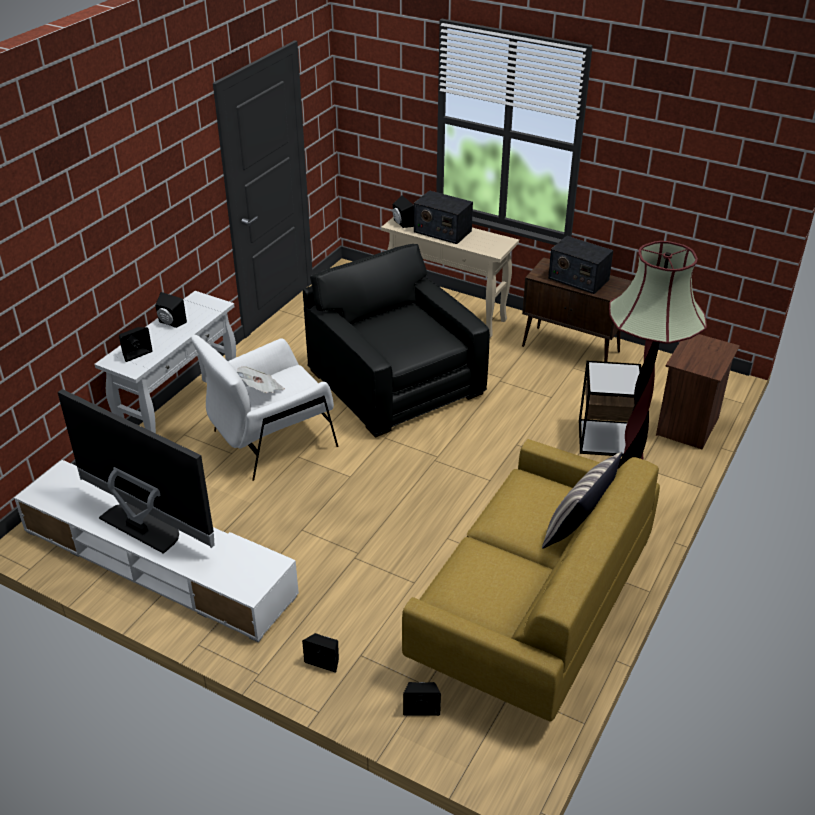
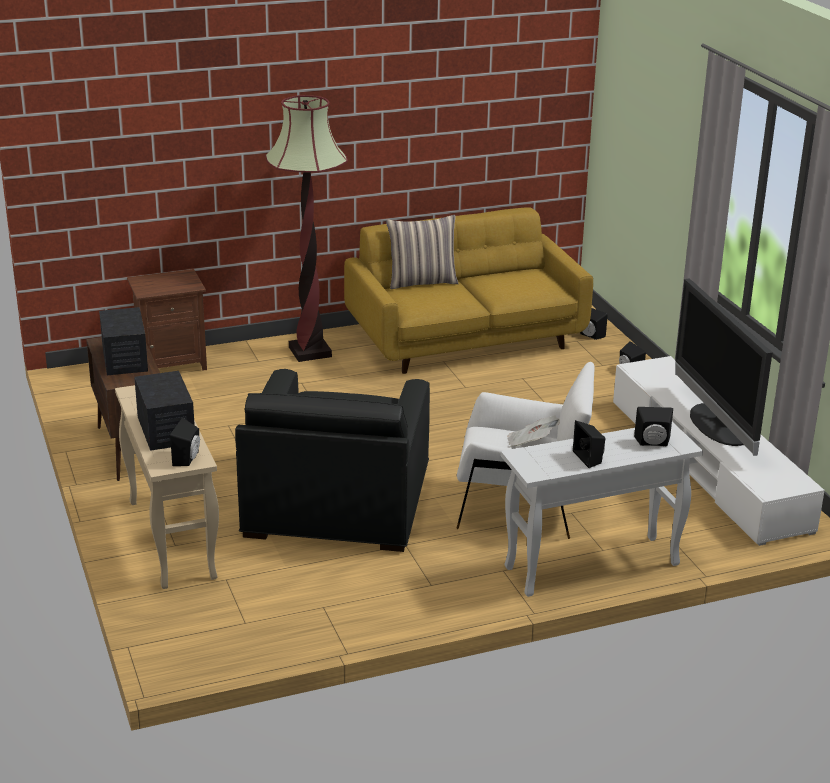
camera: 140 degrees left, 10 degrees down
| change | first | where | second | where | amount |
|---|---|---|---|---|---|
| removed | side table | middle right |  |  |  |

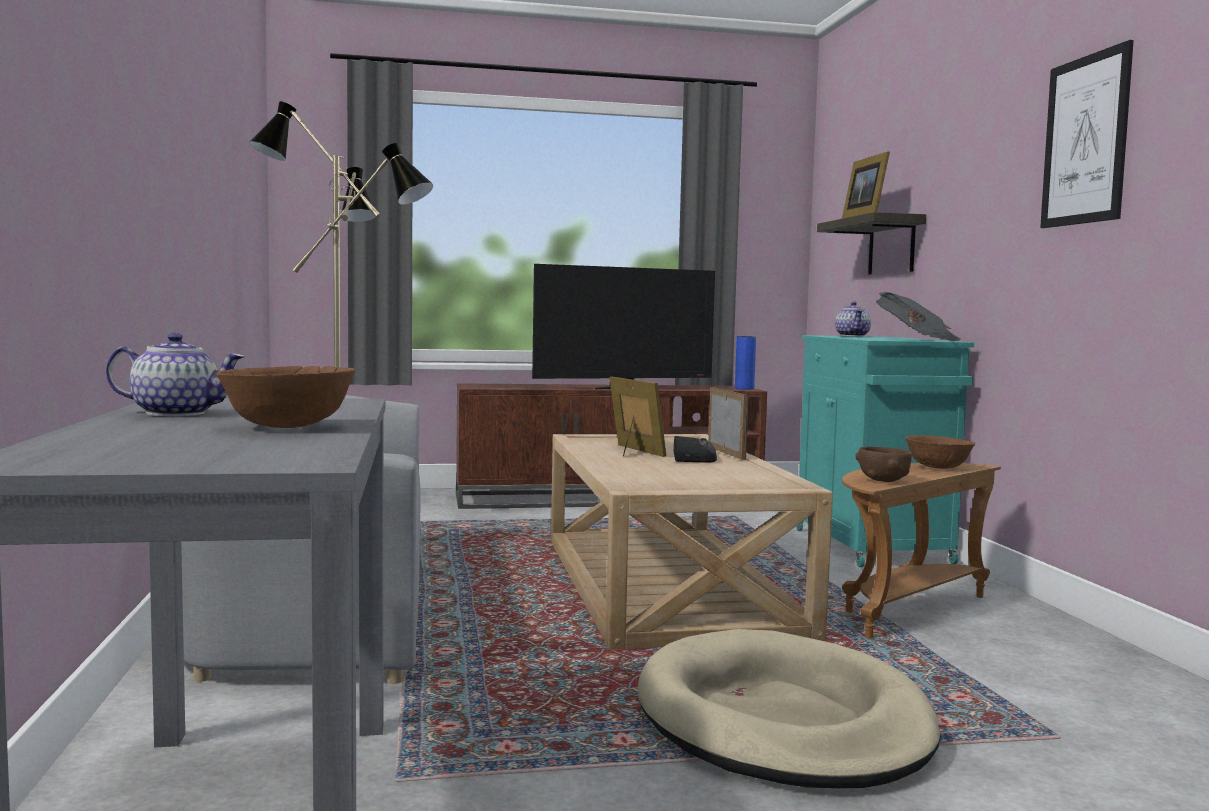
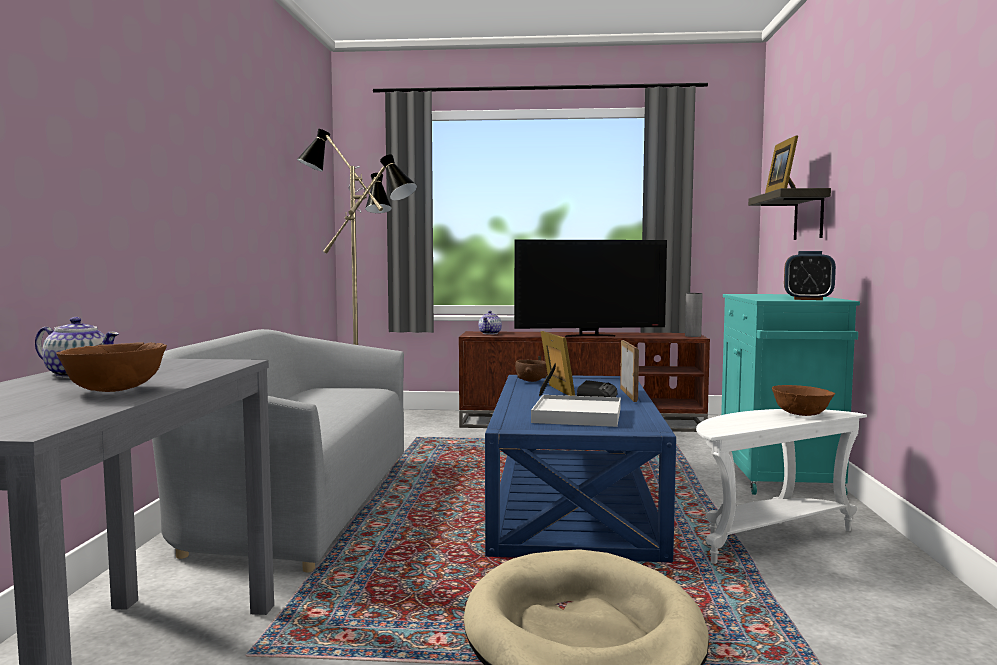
camera: 15 degrees right, 0 degrees up
| change | first | where | second | where | amount |
|---|---|---|---|---|---|
| moved | teapot (2nd from left) | middle right |  | centre |  |
| recoloured | coffee table (beige) | bottom centre | coffee table (blue) | bottom centre |  |
| moved | bowl (brown) (2nd from left) | middle right |  | centre |  |
| added |  |  | tray (white) | centre |  |
| recoloured | vase (blue) | centre | vase (grey) | middle right |  |
| recoloured | side table (brown) | bottom right | side table (white) | bottom right |  |
| replaced | newspaper | middle right | alarm clock | middle right |  |
| removed | picture | top right |  |  |  |

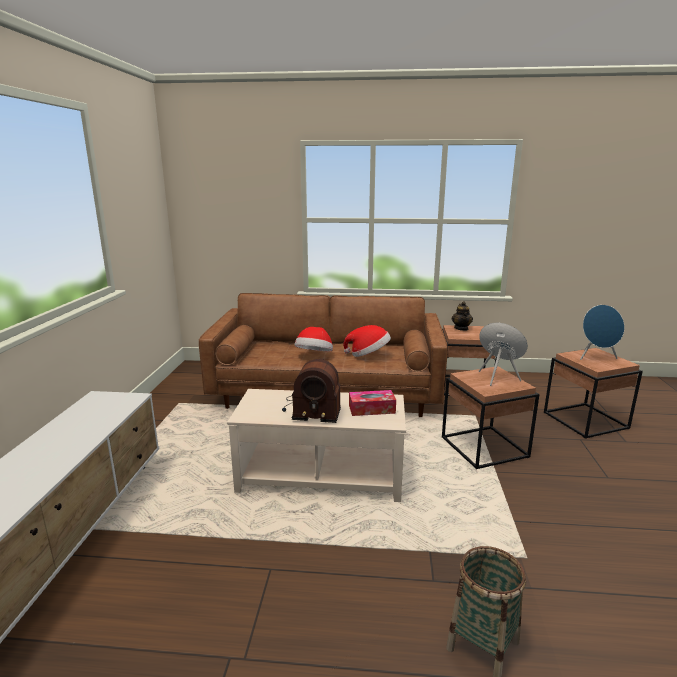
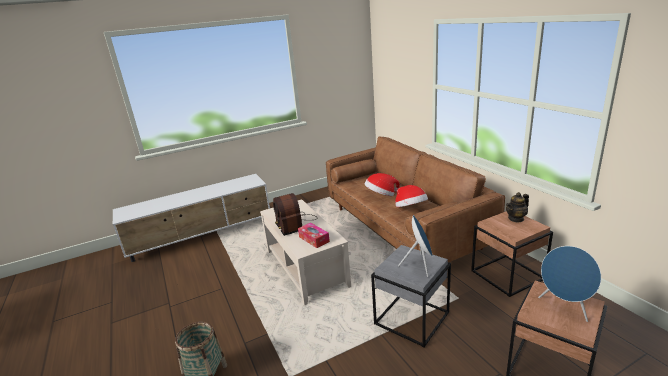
camera: 60 degrees right, 5 degrees up
| change | first | where | second | where | amount |
|---|---|---|---|---|---|
| recoloured | side table (brown) (2nd from left) | middle right | side table (grey) | bottom centre |  |

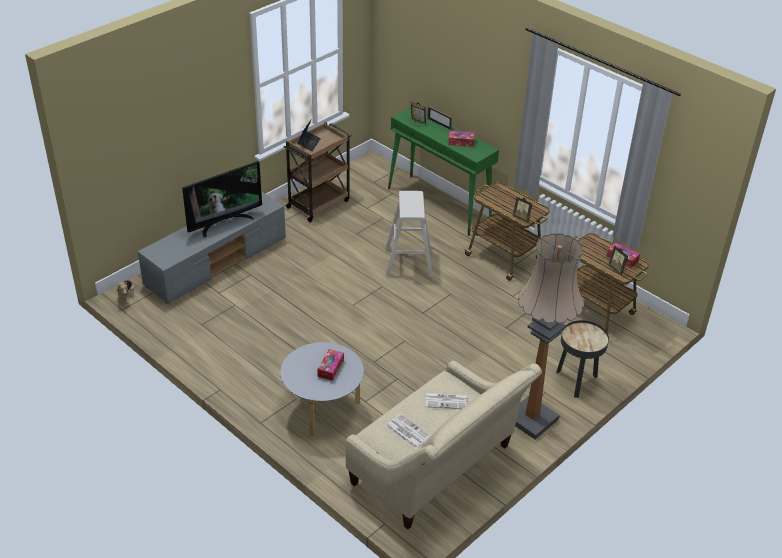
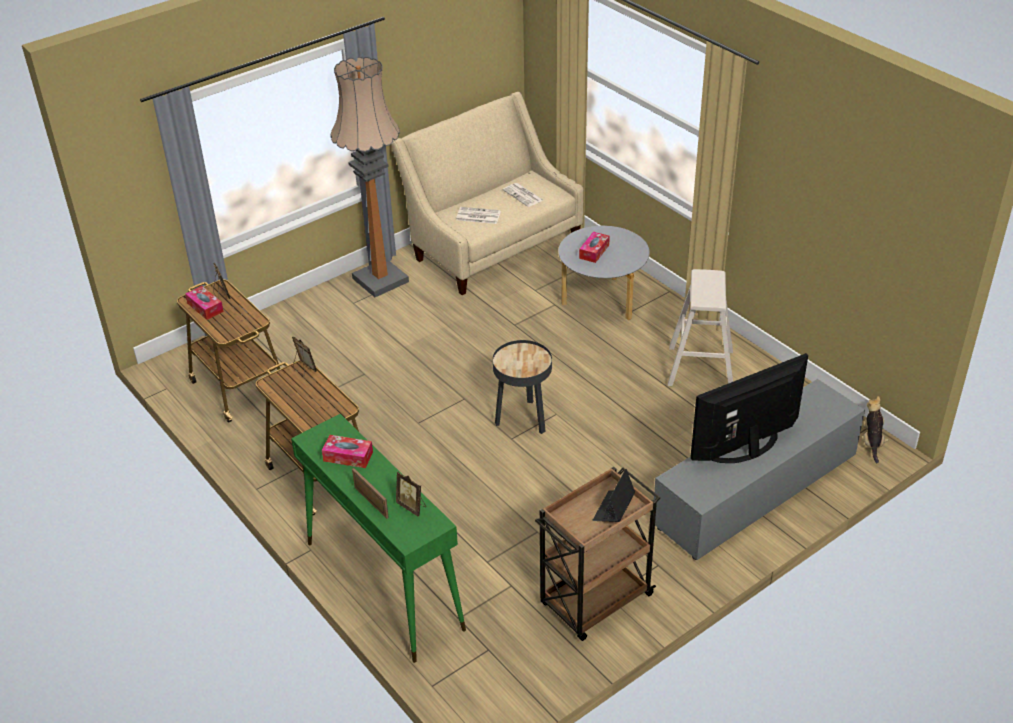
camera: 170 degrees left, 0 degrees up
| change | first | where | second | where | amount |
|---|---|---|---|---|---|
| moved | side table (black) | middle right |  | centre |  |
| moved | stool (beige) | centre |  | middle right |  |

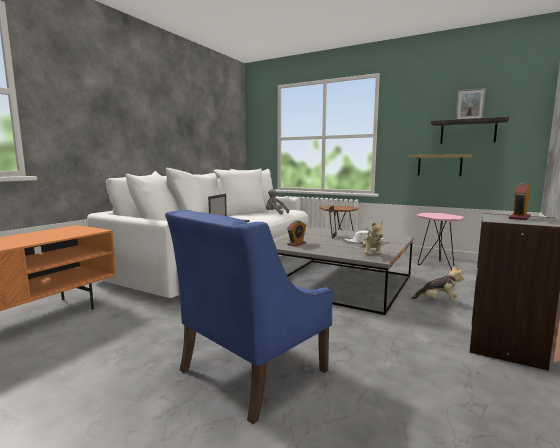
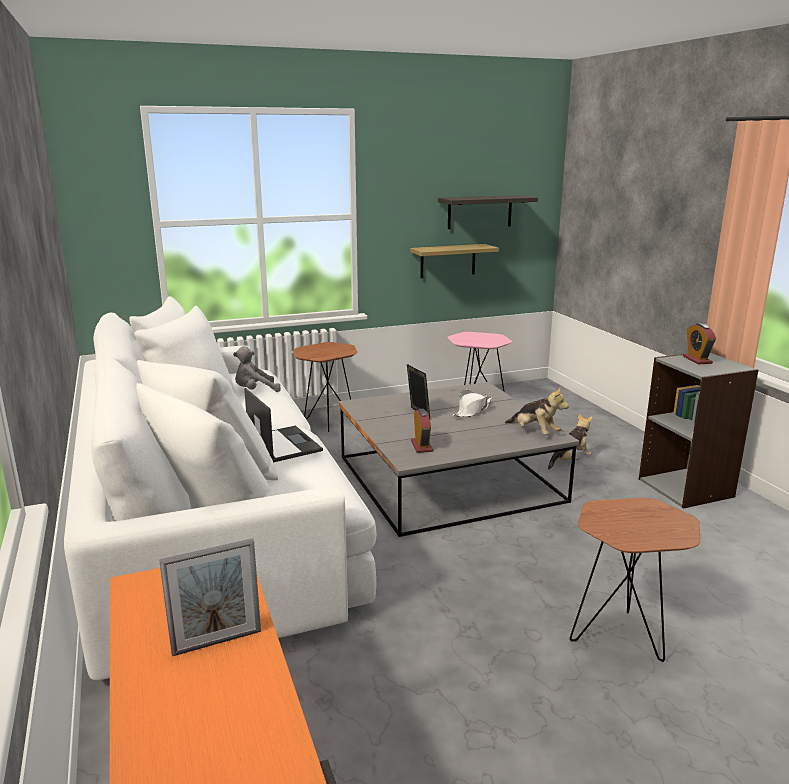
camera: 50 degrees left, 10 degrees up
| change | first | where | second | where | amount |
|---|---|---|---|---|---|
| moved | picture frame (2nd from left in the first image) | top right | picture frame (1st from left) | bottom left |  |
| replaced | armchair (blue) | bottom centre | side table (brown) (2nd from left) | bottom right |  |

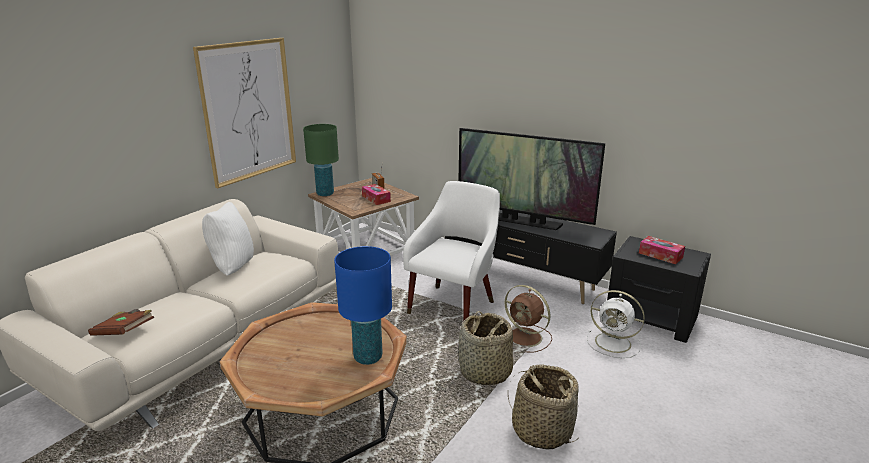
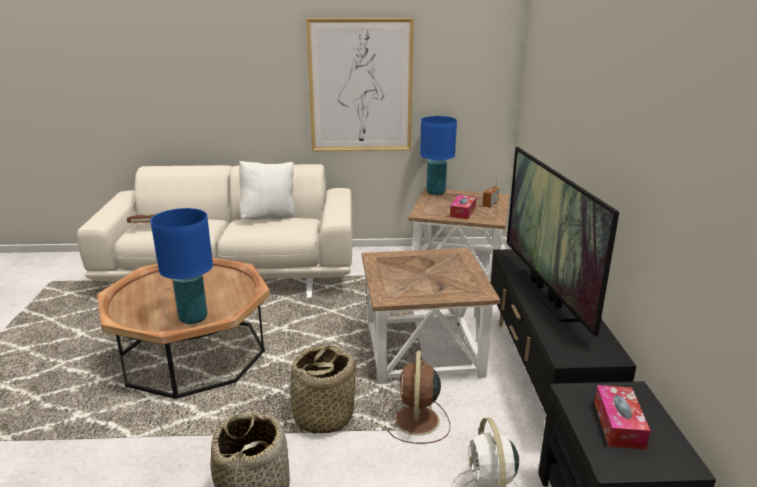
camera: 55 degrees right, 0 degrees up
| change | first | where | second | where | amount |
|---|---|---|---|---|---|
| replaced | armchair (white) | centre | side table (brown) (1st from left) | centre |  |
| recoloured | table lamp (green) | centre | table lamp (blue) (2nd from left) | top centre |  |

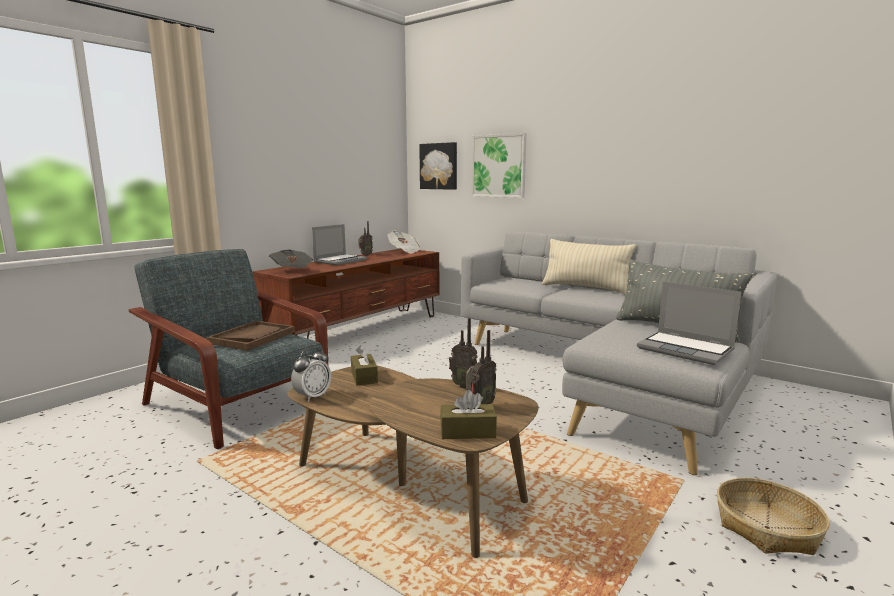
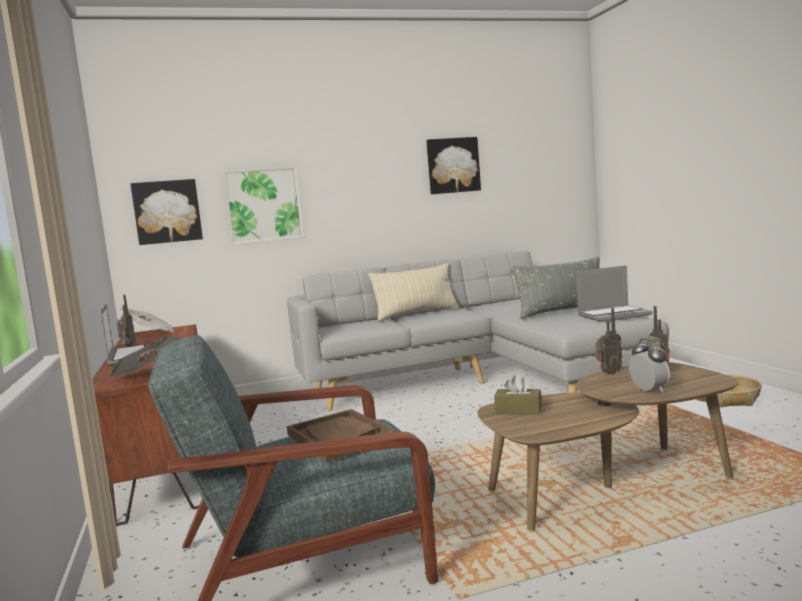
camera: 55 degrees left, 5 degrees down
| change | first | where | second | where | amount |
|---|---|---|---|---|---|
| added |  |  | picture (3rd from left) | top centre |  |
| moved | alarm clock | centre |  | middle right |  |
| removed | tissue box (brown) (2nd from left) | bottom centre |  |  |  |

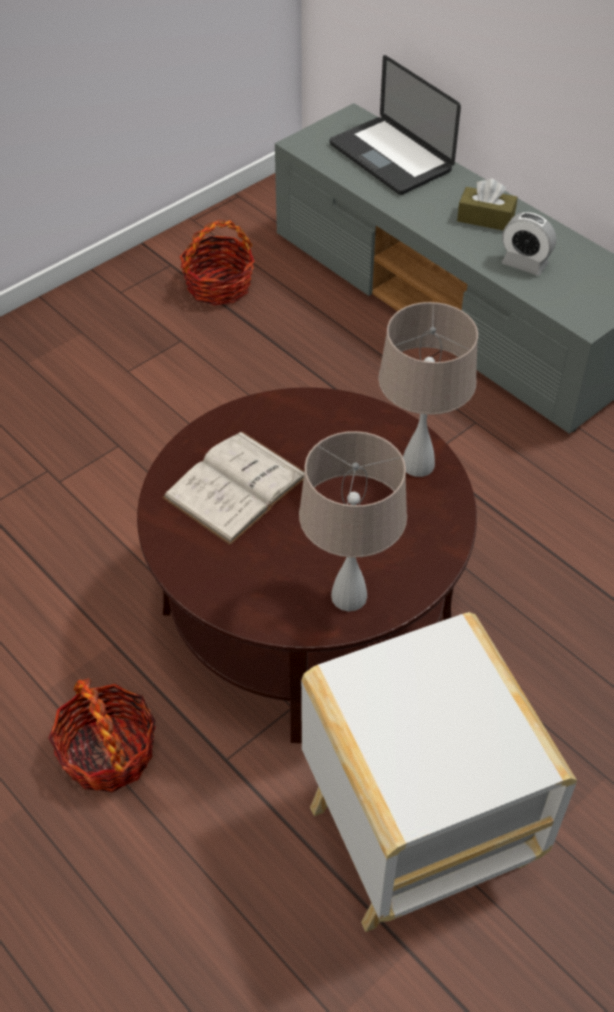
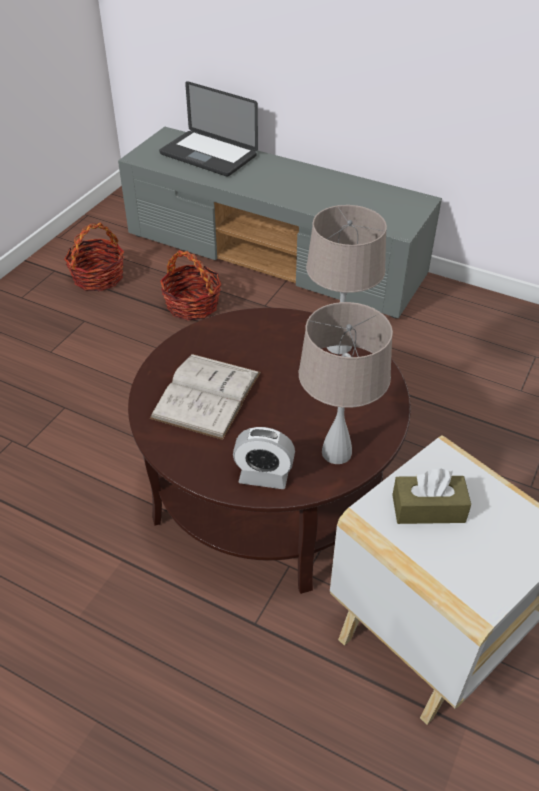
camera: 20 degrees left, 5 degrees down
| change | first | where | second | where | amount |
|---|---|---|---|---|---|
| moved | basket (1st from left in the first image) | bottom left | basket (2nd from left) | centre |  |
| moved | alarm clock | top right |  | centre |  |
| moved | tissue box (brown) | top right |  | middle right |  |

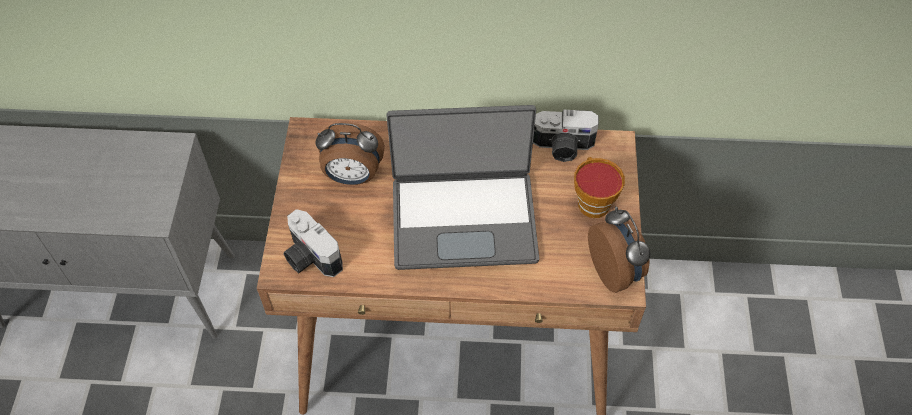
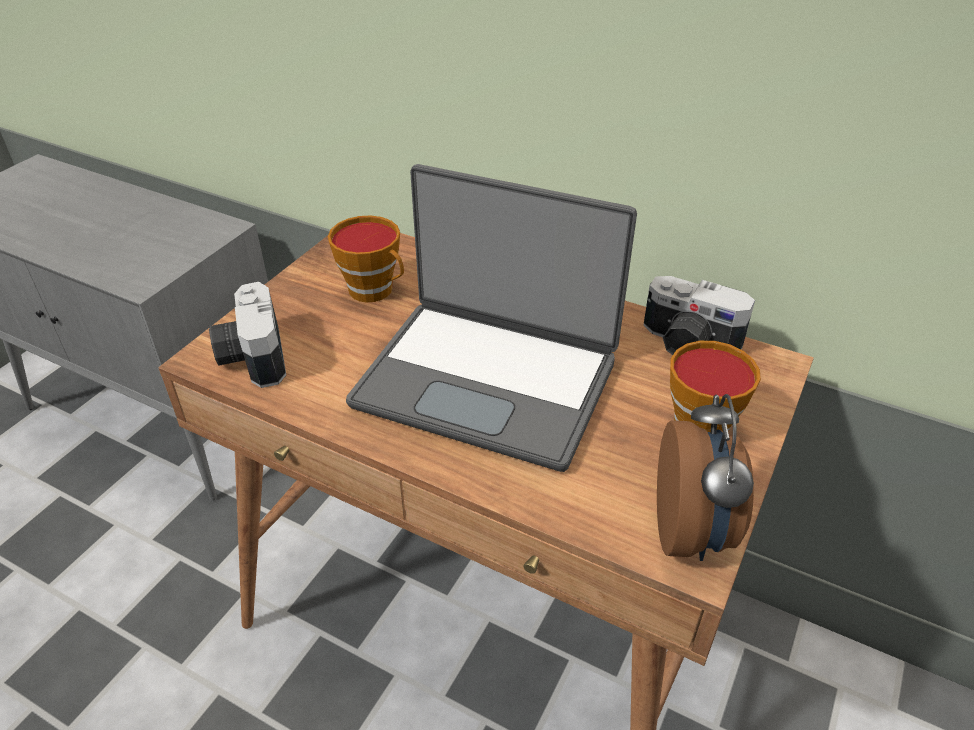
camera: 25 degrees right, 15 degrees down
| change | first | where | second | where | amount |
|---|---|---|---|---|---|
| replaced | alarm clock (1st from left) | centre | cup (1st from left) | centre |  |

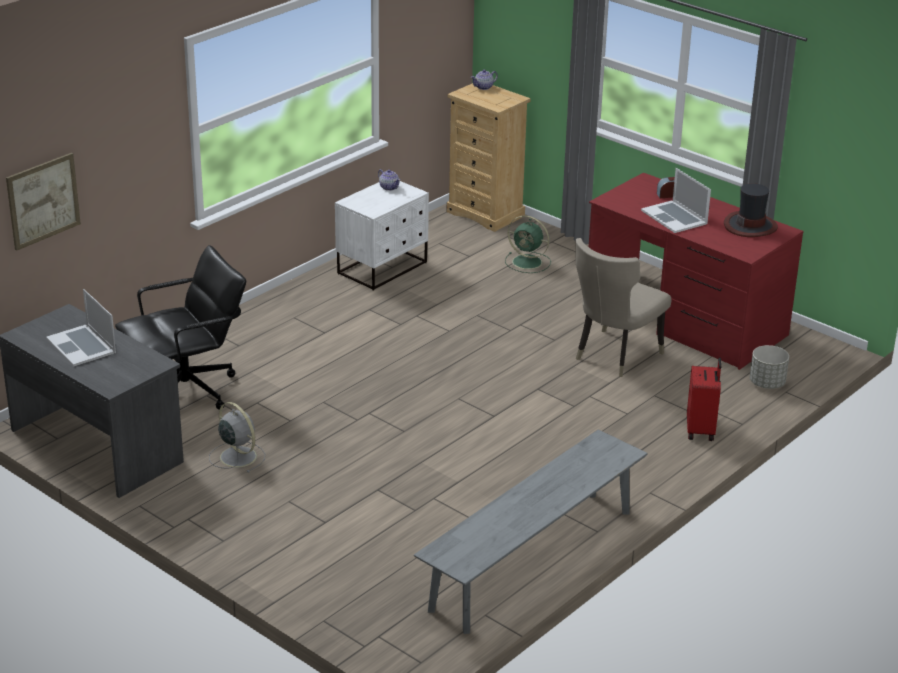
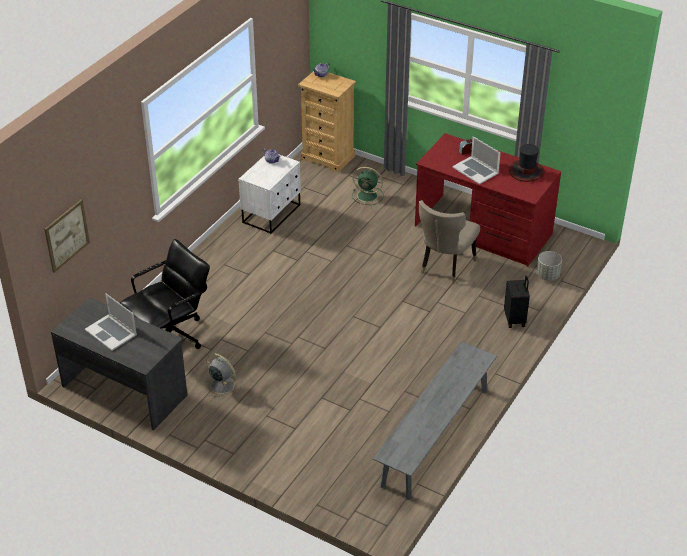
camera: 10 degrees left, 10 degrees up
| change | first | where | second | where | amount |
|---|---|---|---|---|---|
| recoloured | suitcase (red) | middle right | suitcase (black) | middle right |  |

